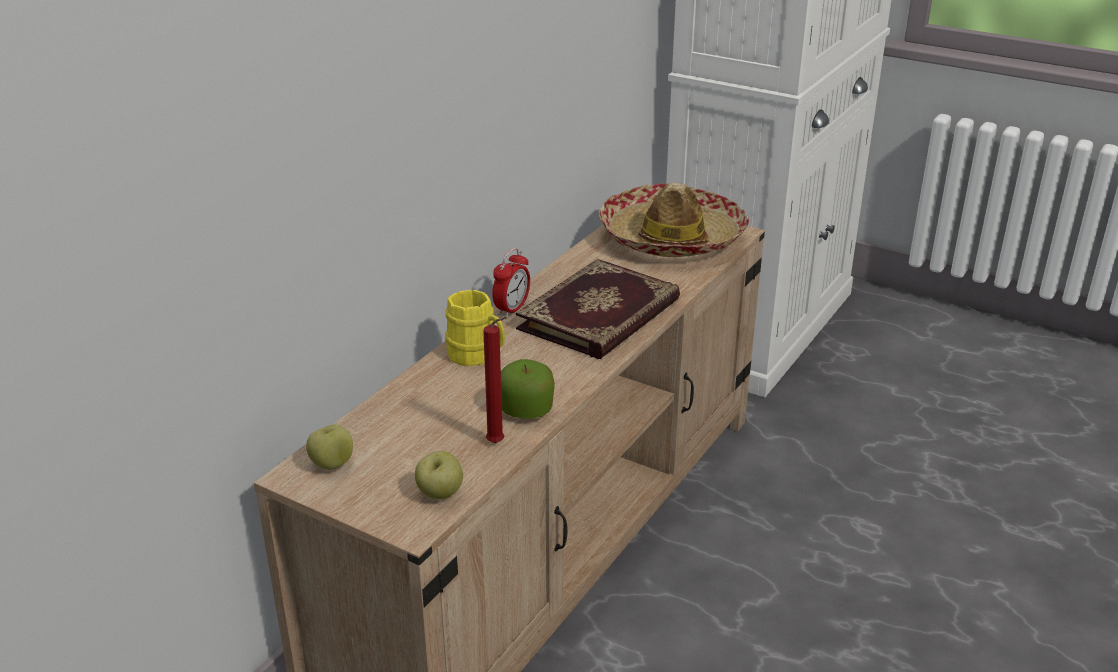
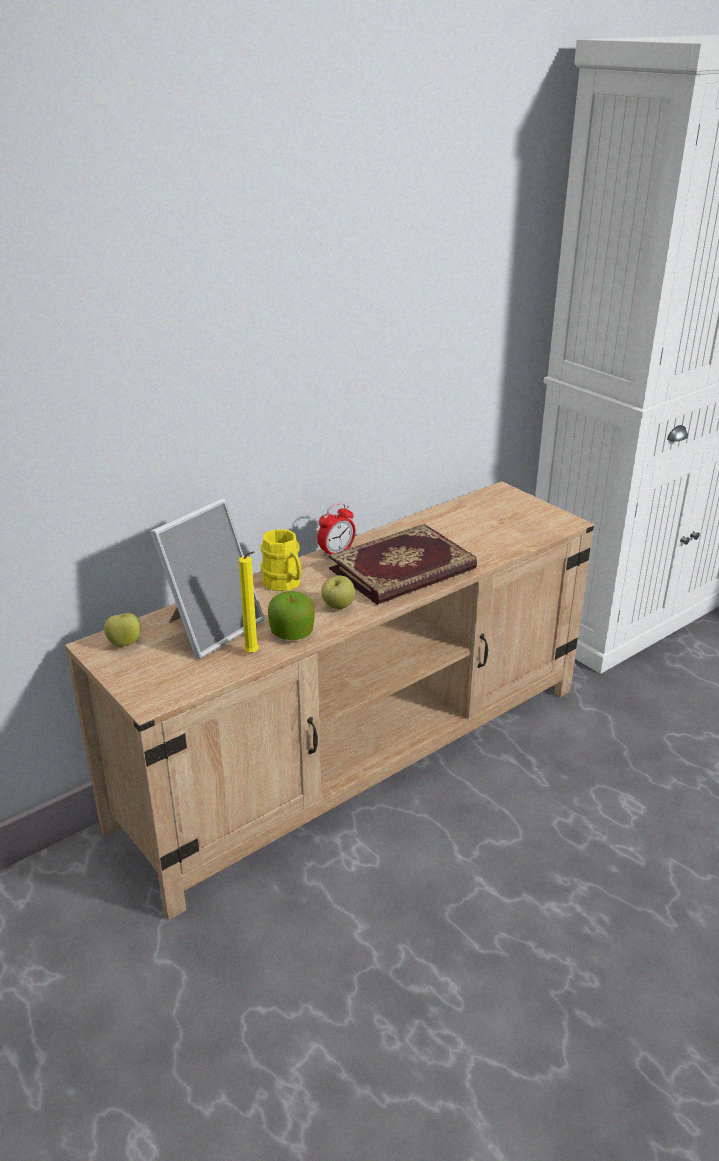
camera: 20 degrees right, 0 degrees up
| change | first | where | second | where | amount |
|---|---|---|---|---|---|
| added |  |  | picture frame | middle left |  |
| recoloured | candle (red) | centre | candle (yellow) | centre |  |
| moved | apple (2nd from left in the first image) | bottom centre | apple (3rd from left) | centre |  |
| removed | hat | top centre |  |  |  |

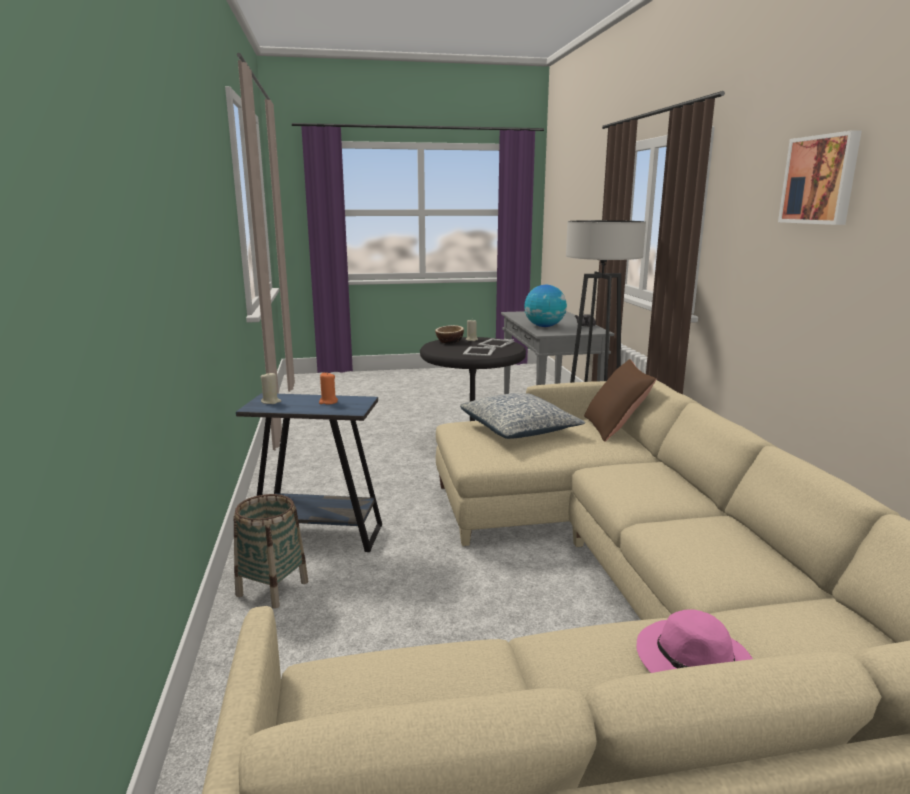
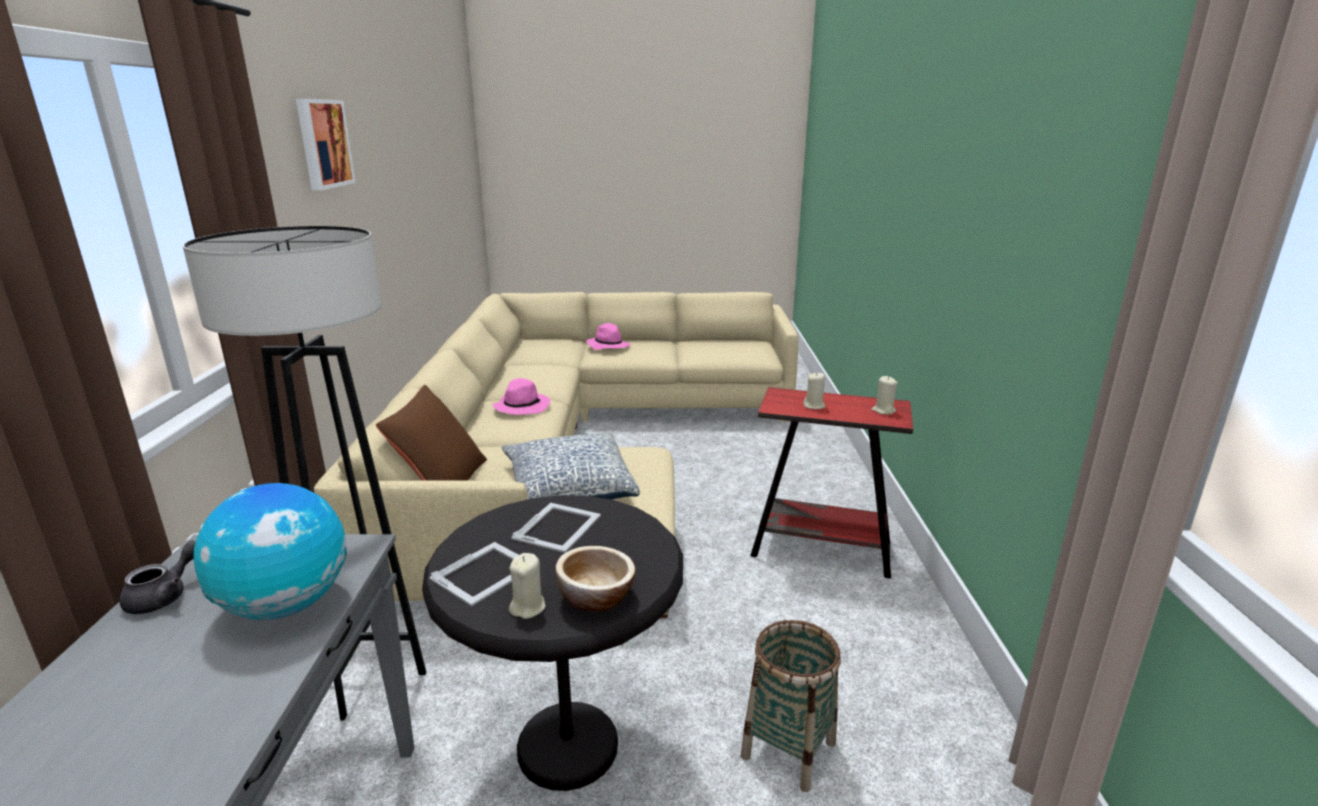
camera: 170 degrees left, 5 degrees up
| change | first | where | second | where | amount |
|---|---|---|---|---|---|
| added |  |  | hat (pink) (1st from left) | centre |  |
| moved | basket | bottom left |  | bottom centre |  |
| recoloured | side table (blue) | centre | side table (red) | centre |  |
| recoloured | candle (orange) | centre | candle (beige) (2nd from left) | centre |  |

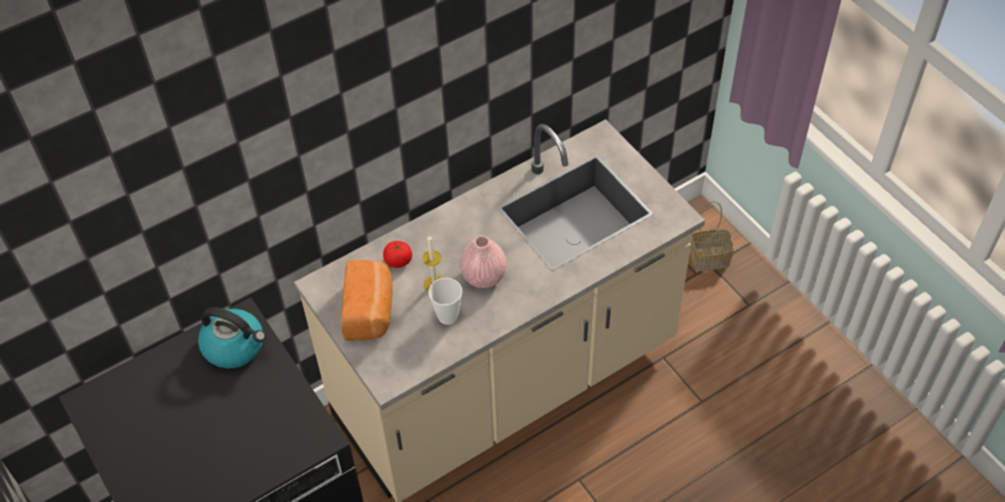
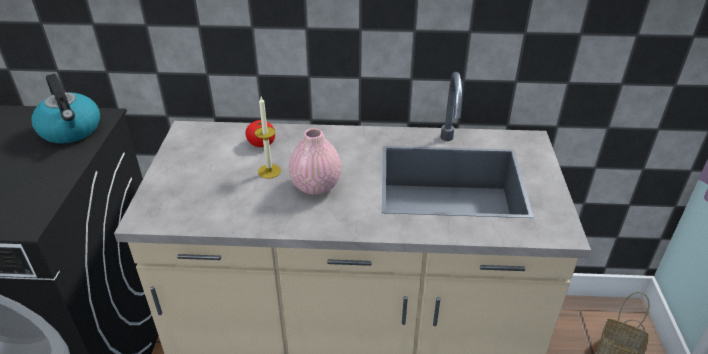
camera: 35 degrees right, 15 degrees down
| change | first | where | second | where | amount |
|---|---|---|---|---|---|
| removed | bread | centre |  |  |  |
| removed | cup | centre |  |  |  |

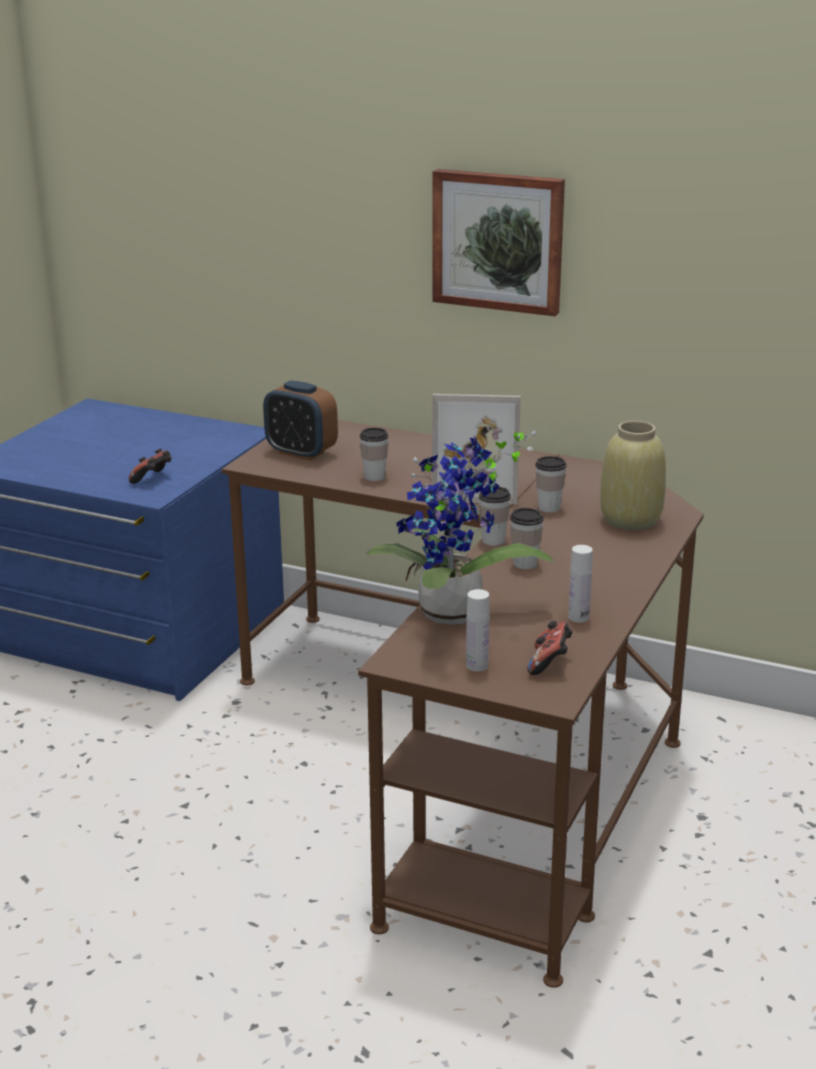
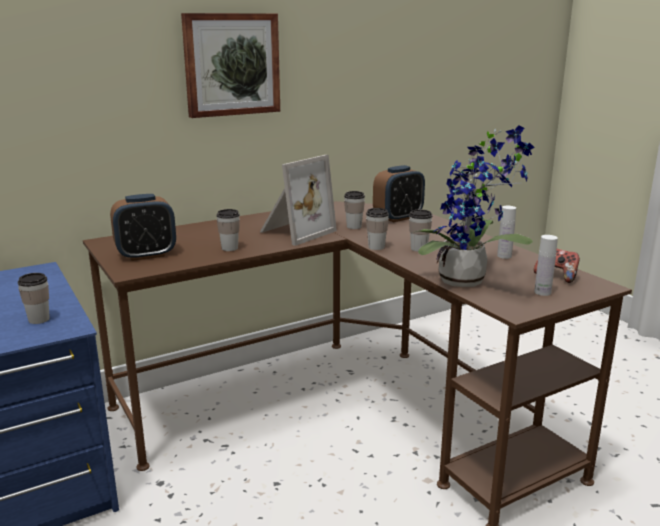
camera: 55 degrees left, 5 degrees down
| change | first | where | second | where | amount |
|---|---|---|---|---|---|
| replaced | game controller (1st from left) | middle left | cup (1st from left) | middle left |  |
| replaced | vase (beige) | middle right | alarm clock (2nd from left) | centre |  |

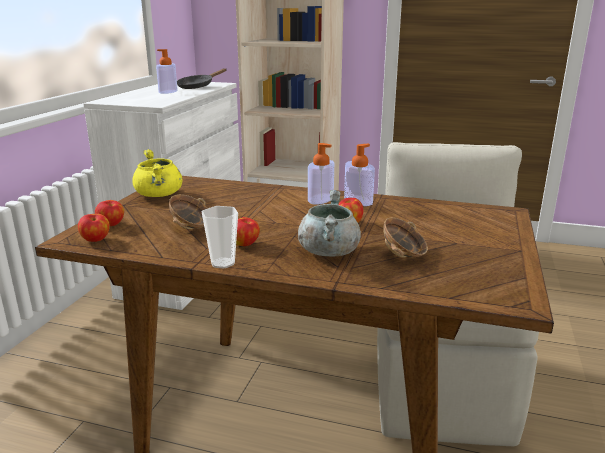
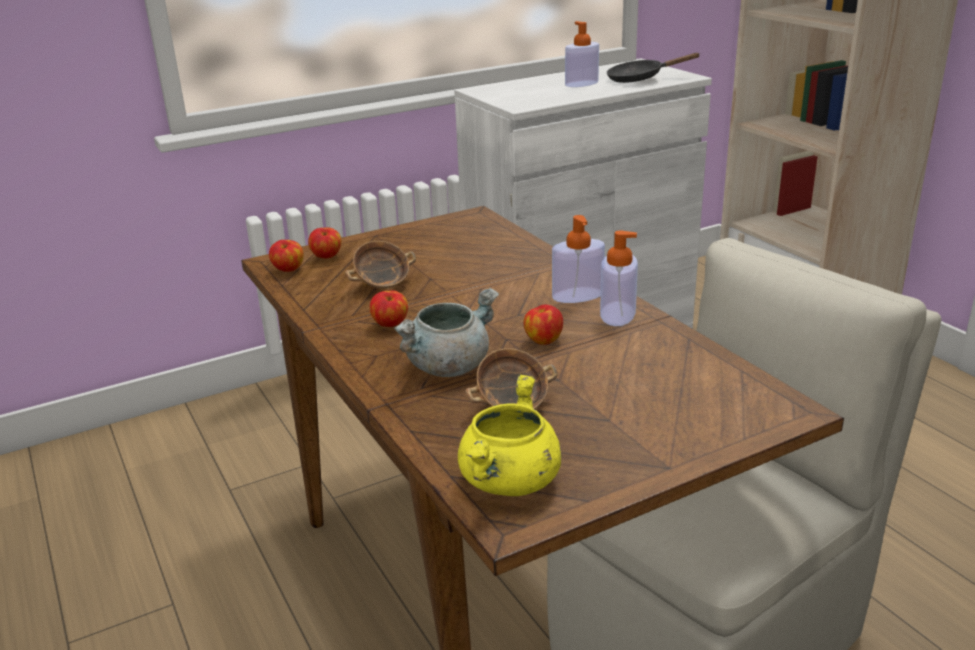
camera: 45 degrees right, 5 degrees up
| change | first | where | second | where | amount |
|---|---|---|---|---|---|
| moved | cooking pot (yellow) | middle left |  | bottom centre |  |
| removed | cup | centre |  |  |  |

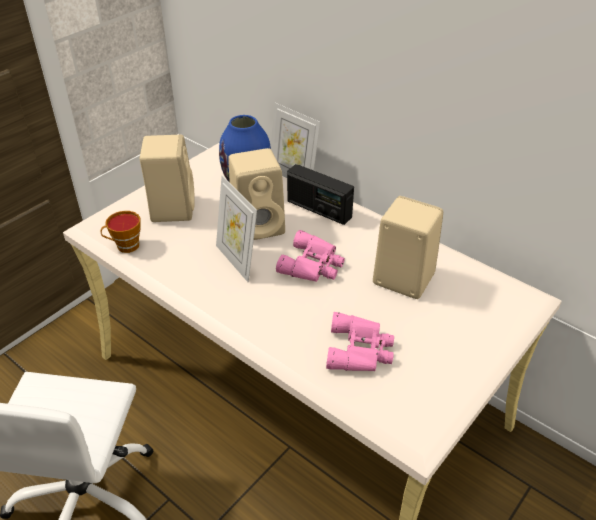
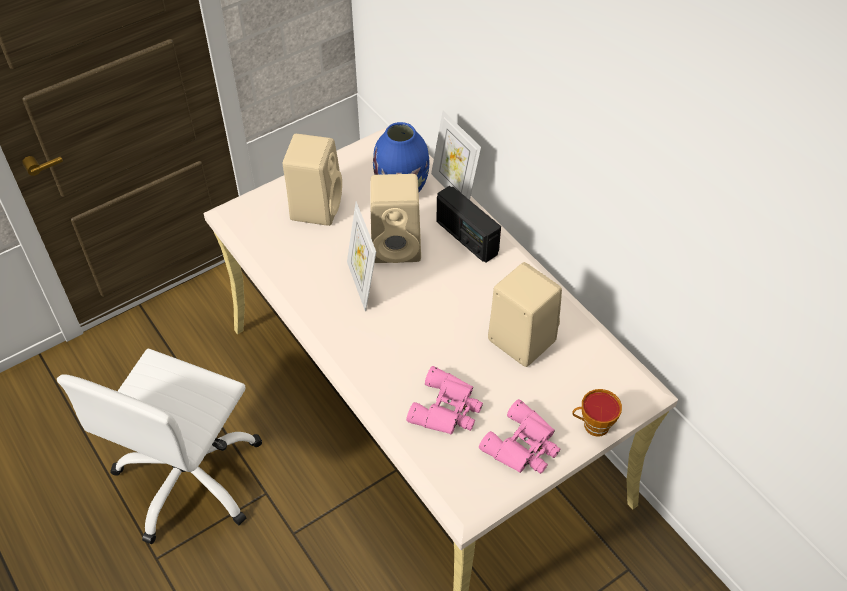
camera: 15 degrees right, 10 degrees up
| change | first | where | second | where | amount |
|---|---|---|---|---|---|
| moved | binoculars (pink) (1st from left in the first image) | centre | binoculars (pink) (2nd from left) | bottom centre |  |
| moved | cup | middle left |  | bottom right |  |

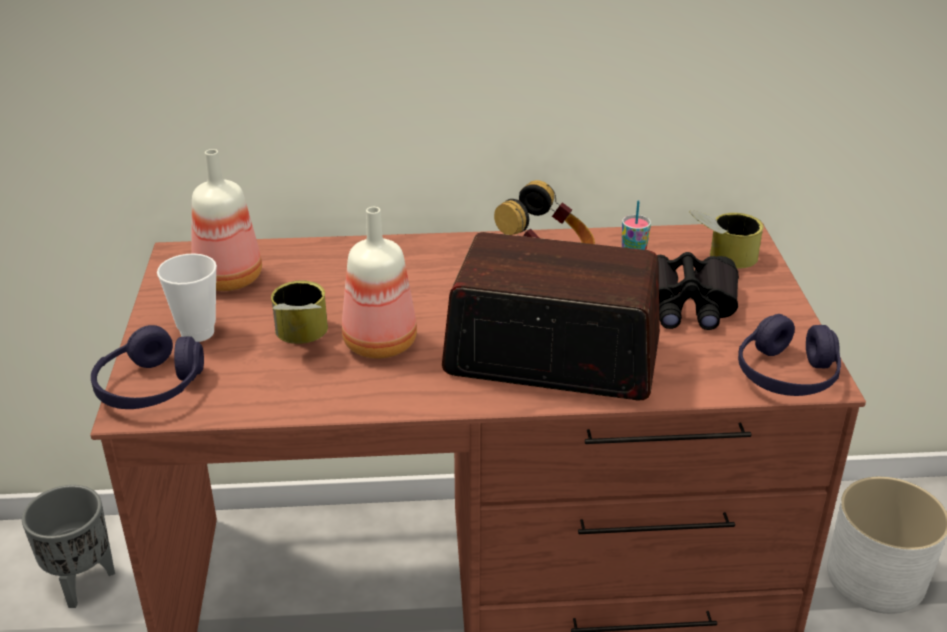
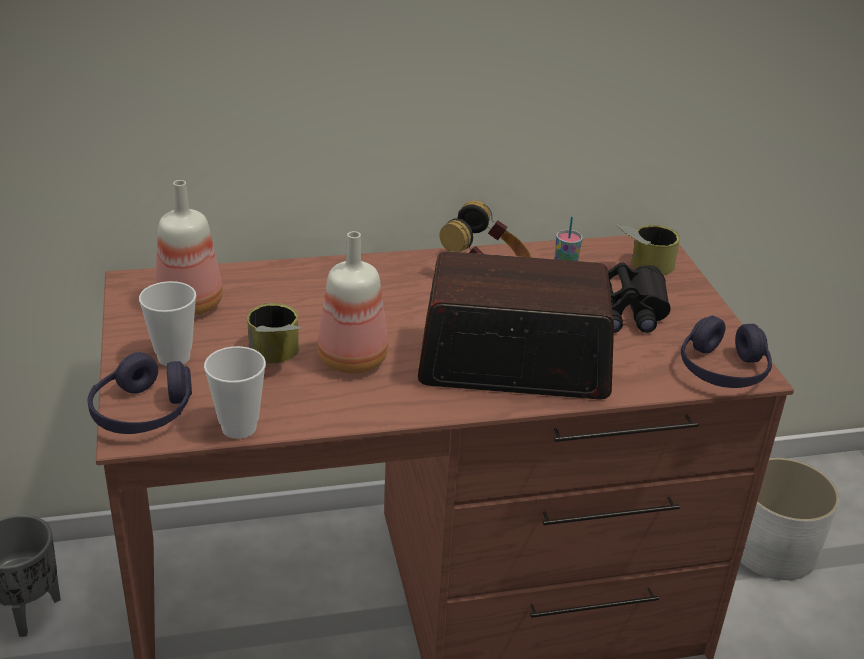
camera: 10 degrees left, 0 degrees up
| change | first | where | second | where | amount |
|---|---|---|---|---|---|
| added |  |  | cup (2nd from left) | middle left |  |

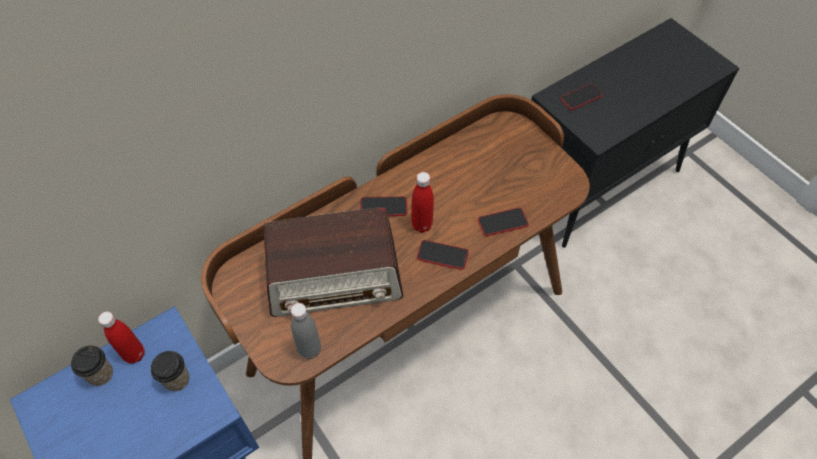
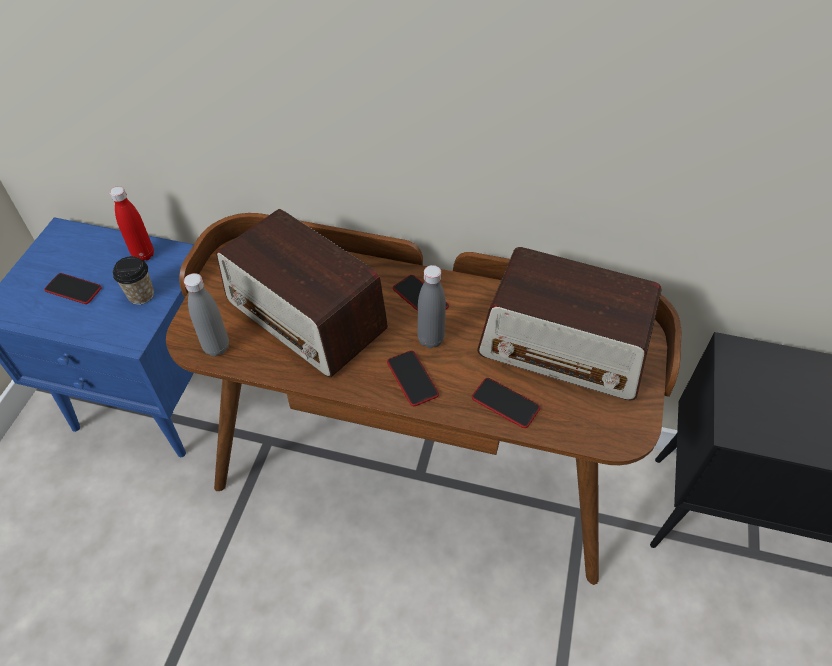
camera: 50 degrees right, 5 degrees down
| change | first | where | second | where | amount |
|---|---|---|---|---|---|
| moved | phone (4th from left in the first image) | top right | phone (1st from left) | middle left |  |
| recoloured | bottle (red) (2nd from left) | centre | bottle (grey) (2nd from left) | centre |  |
| added |  |  | radio (2nd from left) | middle right |  |
| removed | cup (1st from left) | bottom left |  |  |  |

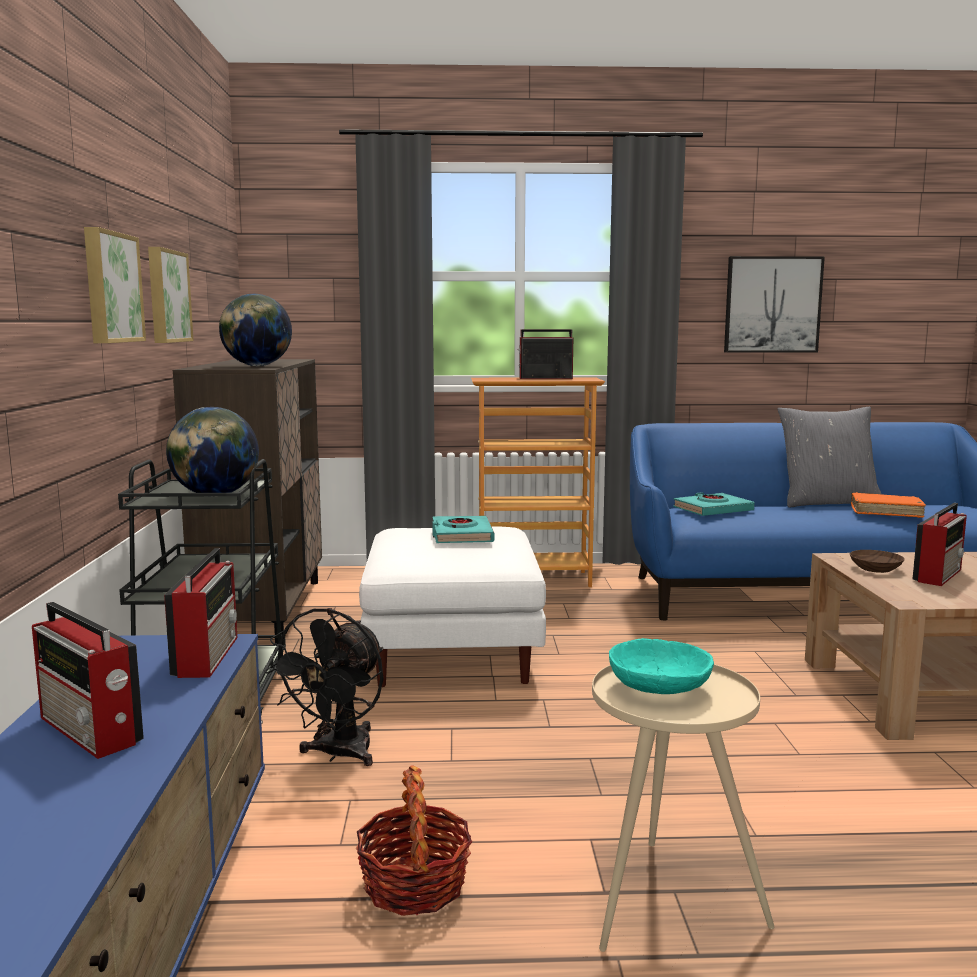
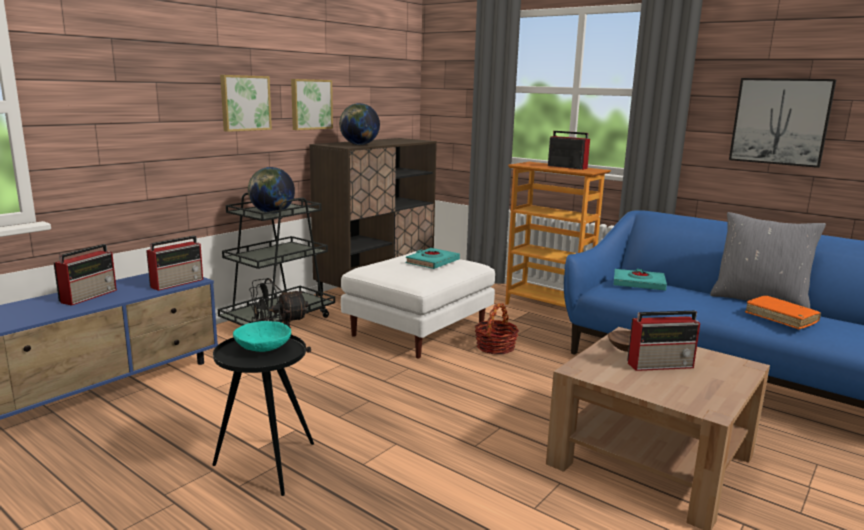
camera: 40 degrees right, 5 degrees up
| change | first | where | second | where | amount |
|---|---|---|---|---|---|
| turned | radio (1st from left) | bottom left |  | middle left | 150 degrees counterclockwise |
| recoloured | side table (beige) | bottom right | side table (black) | bottom left |  |
| moved | basket | bottom centre |  | centre |  |

